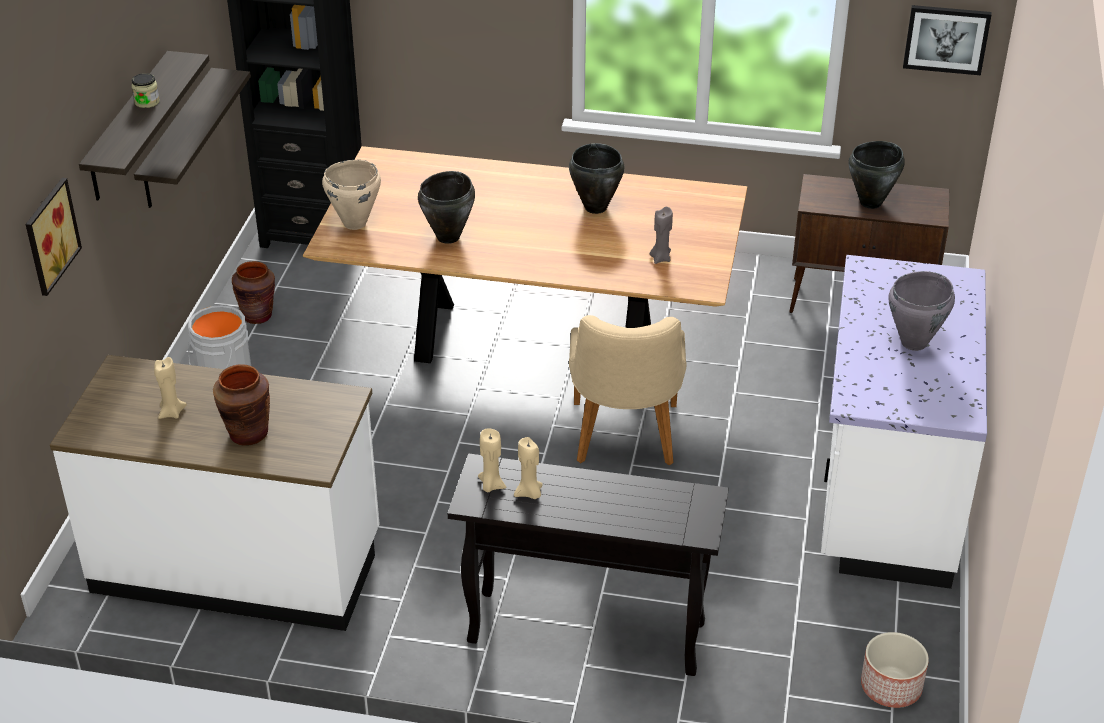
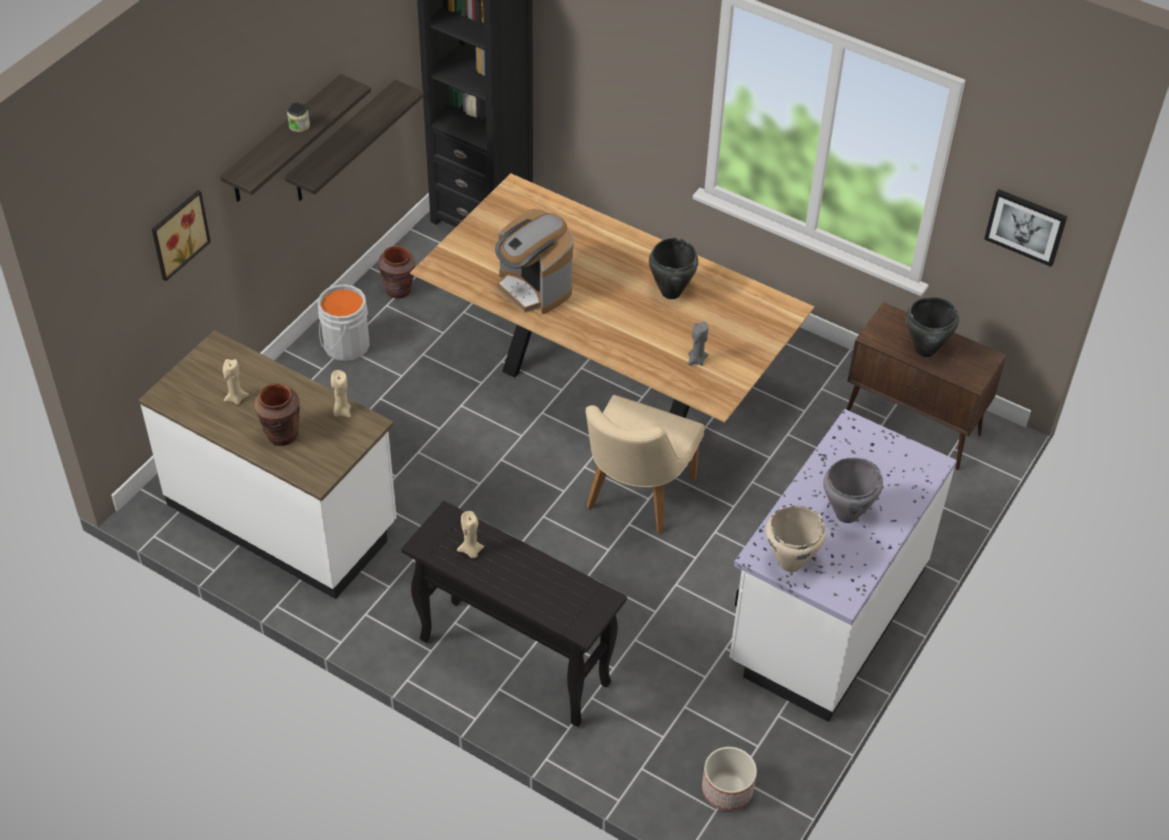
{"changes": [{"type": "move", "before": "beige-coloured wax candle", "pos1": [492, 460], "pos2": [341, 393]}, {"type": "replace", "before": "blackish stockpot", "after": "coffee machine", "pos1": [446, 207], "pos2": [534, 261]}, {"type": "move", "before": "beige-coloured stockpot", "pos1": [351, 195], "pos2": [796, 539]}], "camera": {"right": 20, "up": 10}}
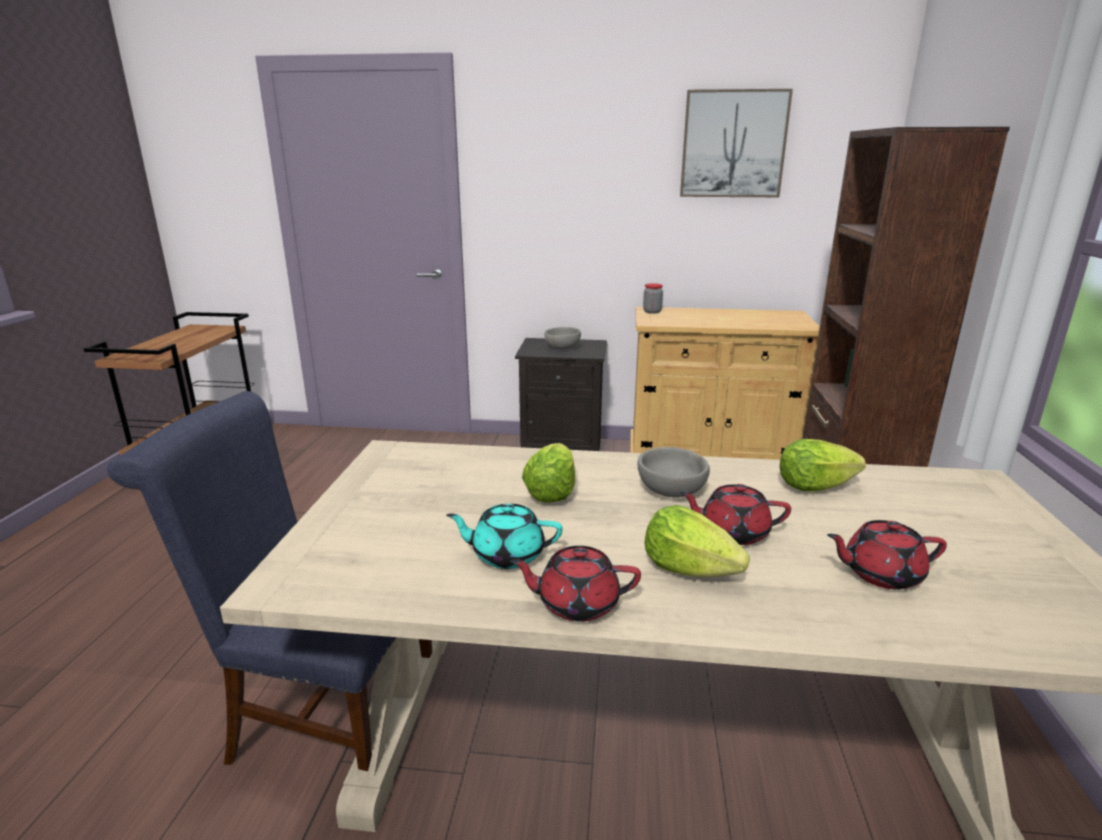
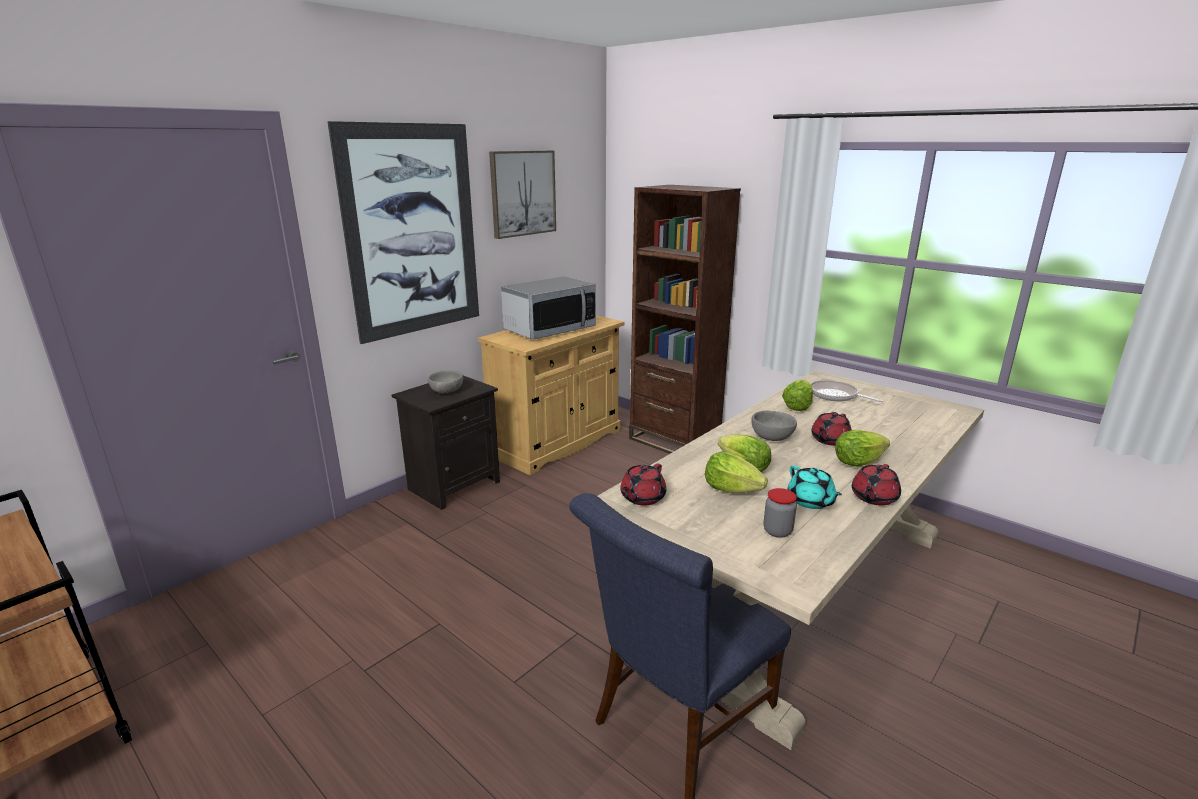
{"changes": [{"type": "insert", "after": "picture", "pos2": [403, 232]}, {"type": "insert", "after": "microwave oven", "pos2": [548, 308]}, {"type": "move", "before": "reddish tea pot", "pos1": [887, 554], "pos2": [643, 485]}, {"type": "insert", "after": "lettuce", "pos2": [736, 472]}, {"type": "move", "before": "jar", "pos1": [653, 298], "pos2": [780, 513]}, {"type": "rotate", "before": "turquoise-coloured tea pot", "pos1": [504, 536], "pos2": [815, 487], "turn": -60}, {"type": "insert", "after": "pan", "pos2": [846, 391]}], "camera": {"right": -55, "up": 0}}
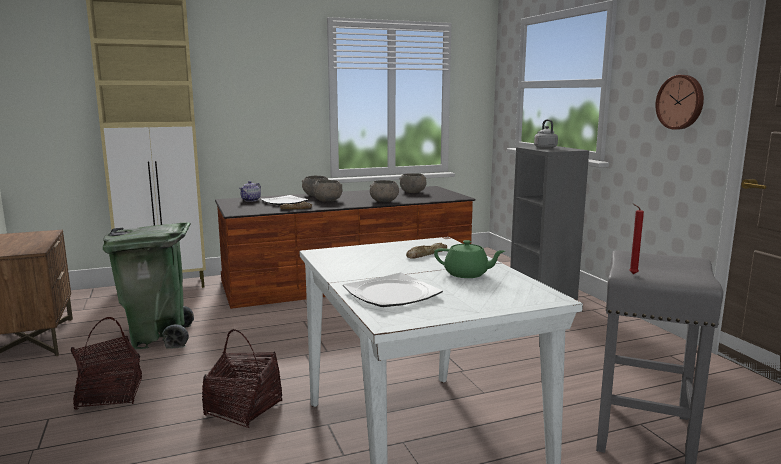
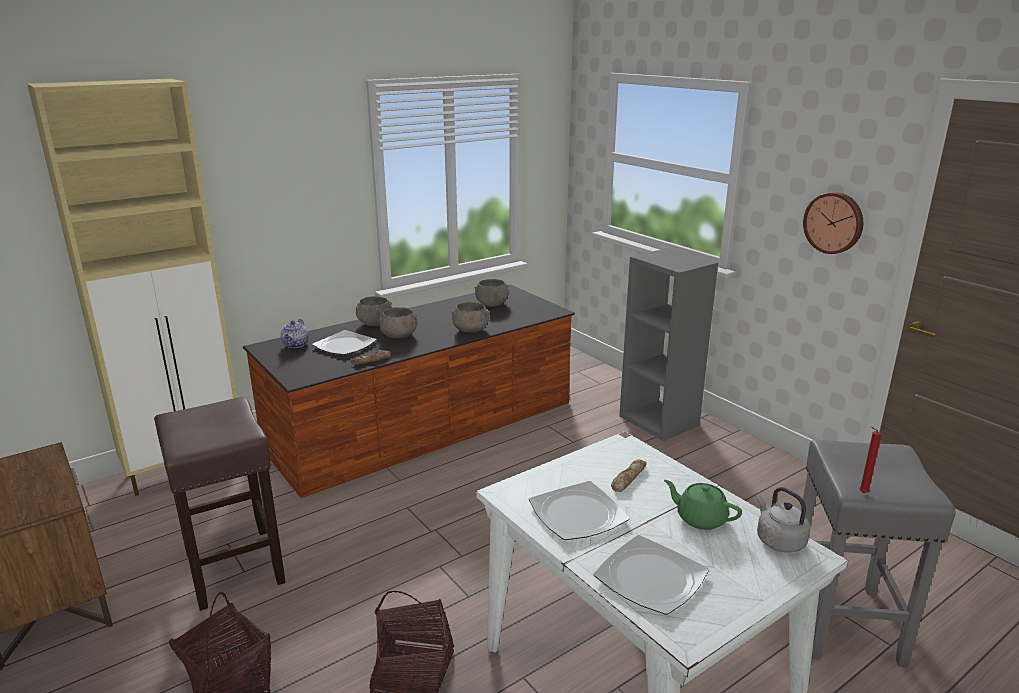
{"changes": [{"type": "replace", "before": "green rubbish bin", "after": "brown-coloured stool", "pos1": [148, 285], "pos2": [220, 504]}, {"type": "insert", "after": "dinner plate", "pos2": [579, 510]}, {"type": "rotate", "before": "green tea pot", "pos1": [469, 259], "pos2": [703, 505], "turn": -150}, {"type": "move", "before": "greyish water kettle", "pos1": [546, 134], "pos2": [783, 520]}], "camera": {"right": -15, "up": 10}}
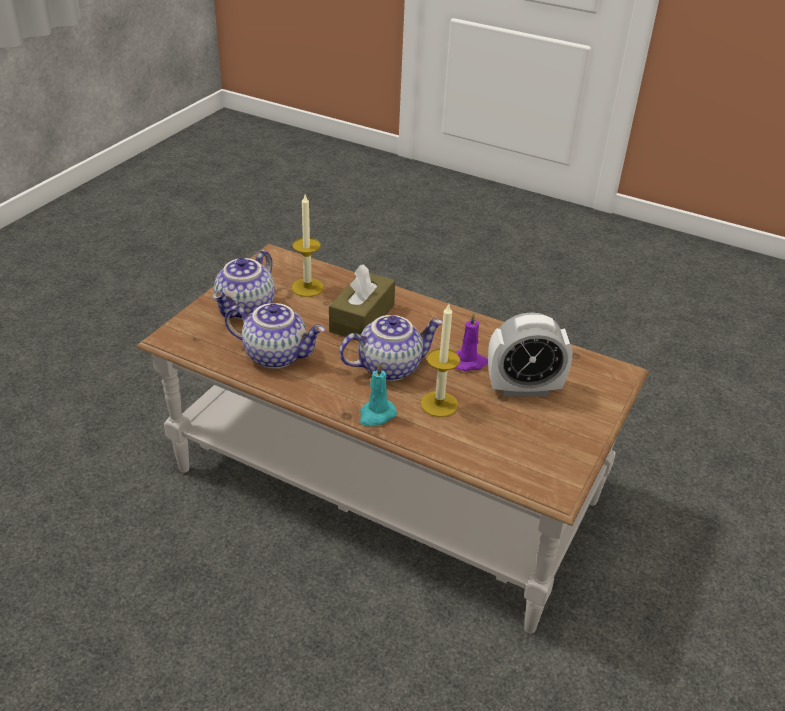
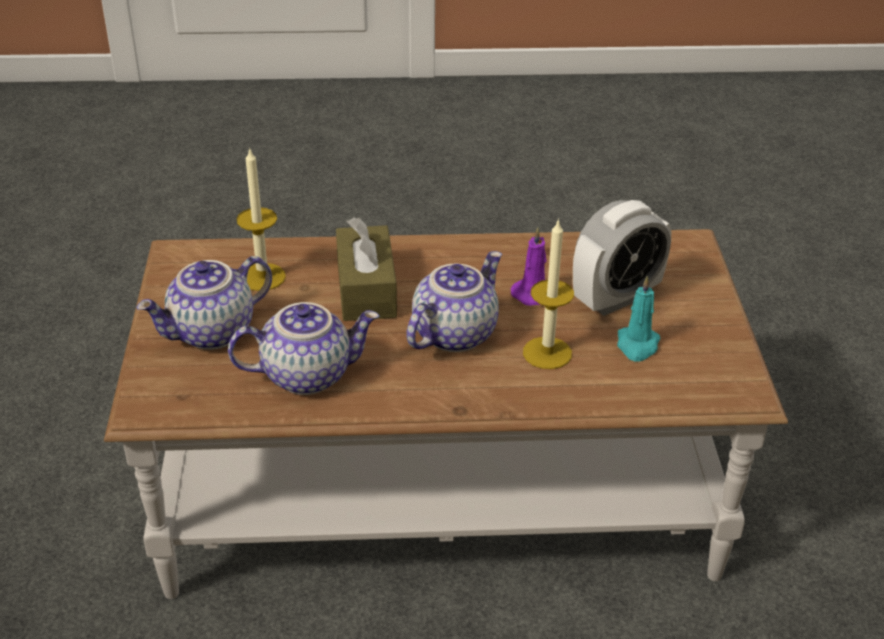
{"changes": [{"type": "rotate", "before": "tea pot", "pos1": [243, 285], "pos2": [204, 303], "turn": 60}, {"type": "move", "before": "turquoise-coloured wax candle", "pos1": [378, 394], "pos2": [639, 319]}], "camera": {"right": -30, "up": 0}}
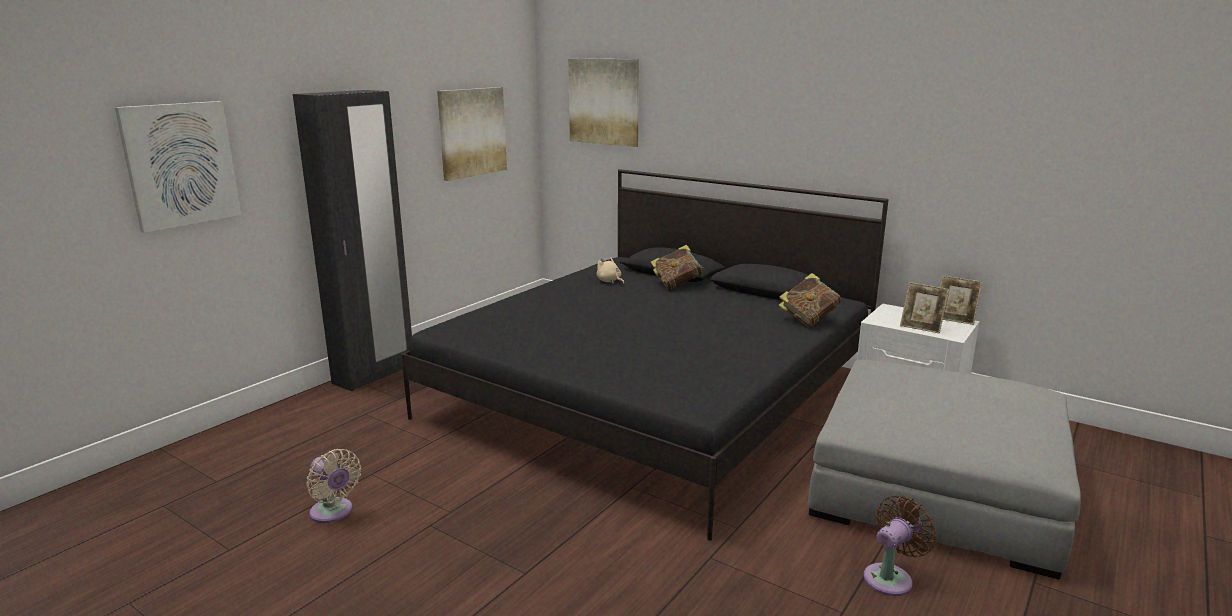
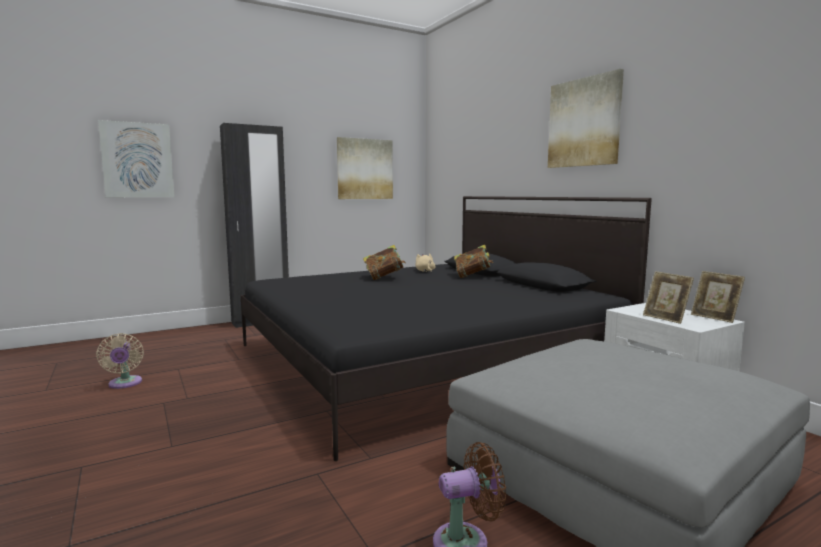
{"changes": [{"type": "move", "before": "bound book", "pos1": [809, 300], "pos2": [384, 262]}, {"type": "move", "before": "picture", "pos1": [603, 102], "pos2": [586, 118]}], "camera": {"right": 25, "up": -10}}
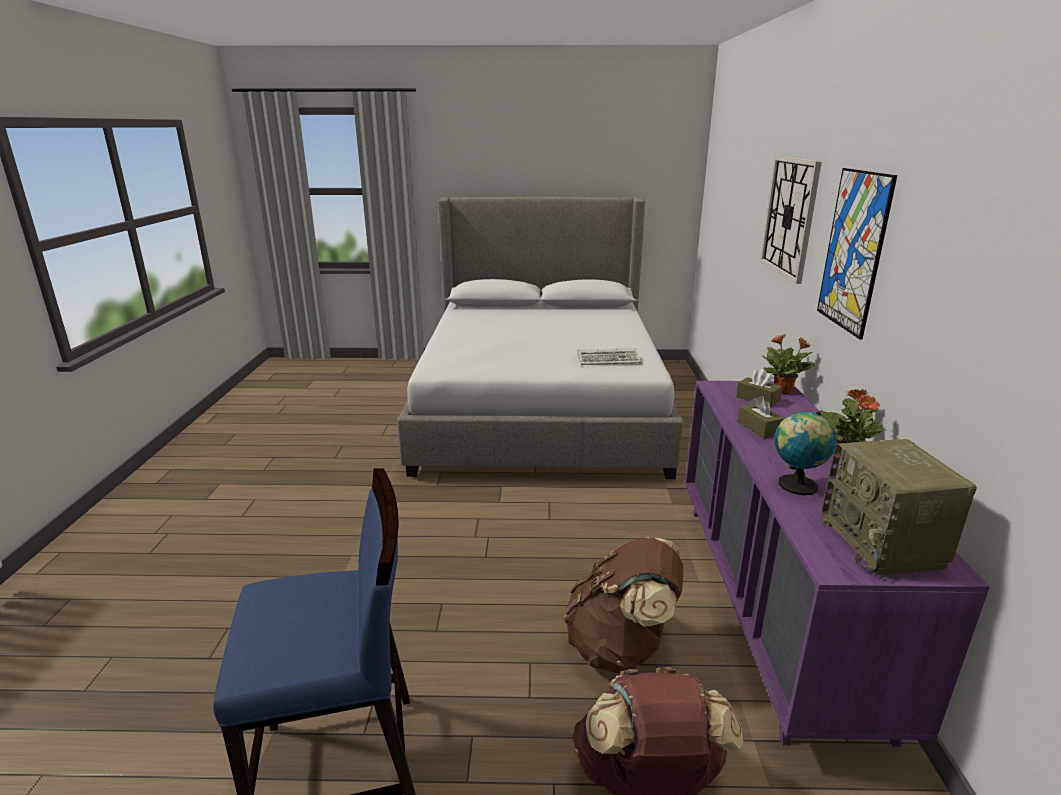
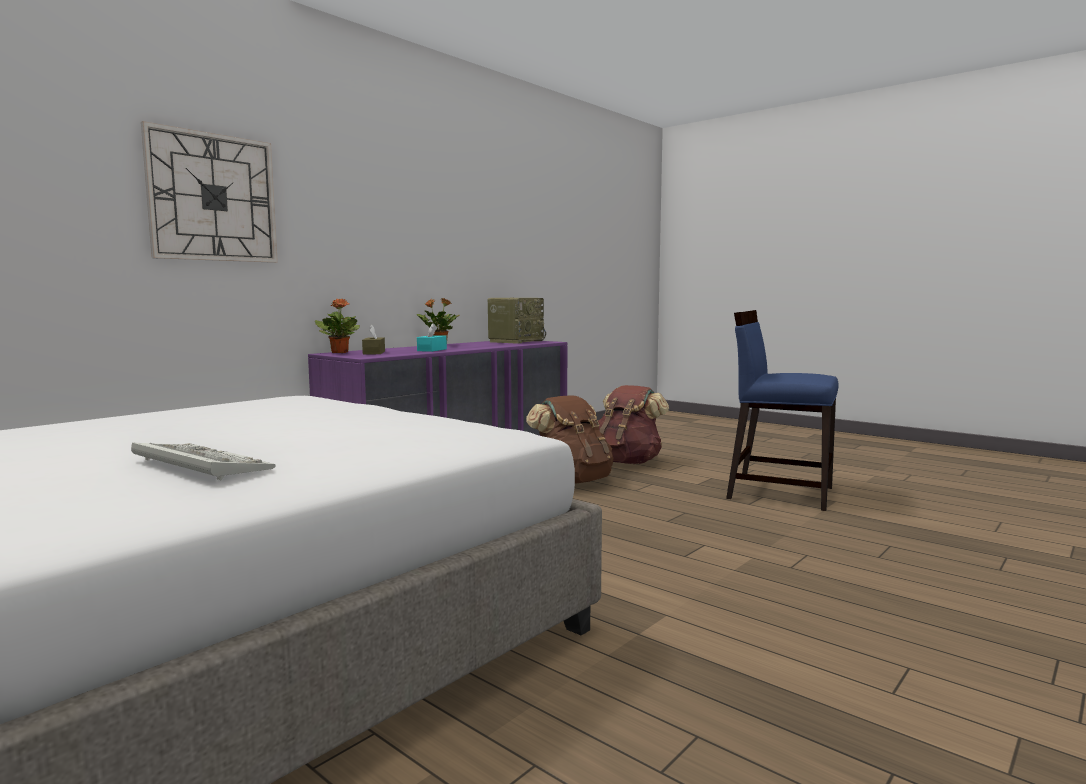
{"changes": [{"type": "move", "before": "keyboard", "pos1": [609, 356], "pos2": [203, 462]}, {"type": "recolor", "before": "brown-coloured tissue holder", "after": "turquoise-coloured tissue holder", "pos1": [761, 417], "pos2": [432, 337]}, {"type": "delete", "before": "world globe", "pos1": [805, 453]}, {"type": "delete", "before": "picture", "pos1": [857, 254]}], "camera": {"right": -140, "up": -15}}
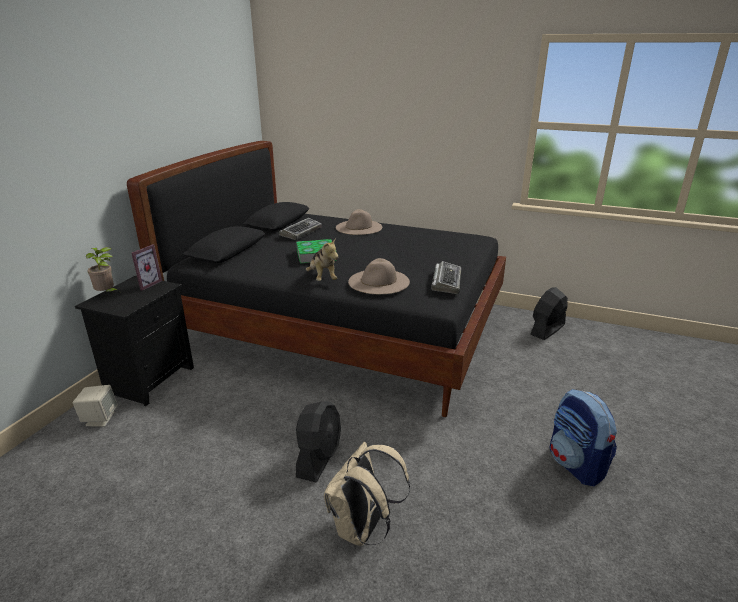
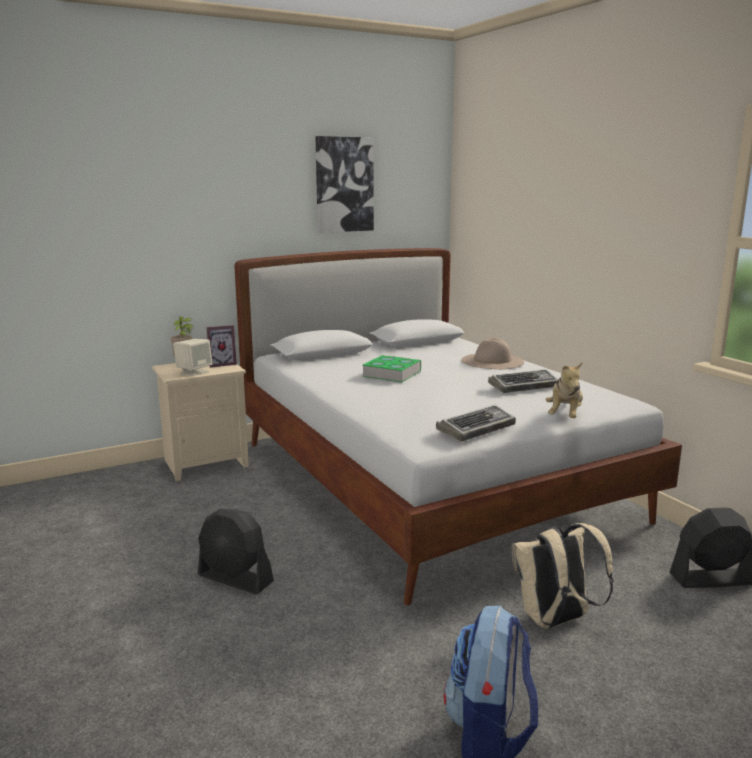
{"changes": [{"type": "recolor", "before": "blackish nightstand", "after": "beige-coloured nightstand", "pos1": [134, 341], "pos2": [200, 422]}, {"type": "move", "before": "beige-coloured loudspeaker", "pos1": [95, 406], "pos2": [192, 358]}, {"type": "rotate", "before": "blackish cooling fan", "pos1": [318, 441], "pos2": [236, 551], "turn": 60}, {"type": "recolor", "before": "blackish bed", "after": "whitish bed", "pos1": [316, 279], "pos2": [458, 426]}, {"type": "insert", "after": "picture", "pos2": [344, 184]}, {"type": "move", "before": "keyboard", "pos1": [300, 229], "pos2": [523, 381]}, {"type": "move", "before": "beige-coloured knapsack", "pos1": [367, 494], "pos2": [563, 576]}, {"type": "move", "before": "plush toy", "pos1": [322, 259], "pos2": [564, 390]}, {"type": "delete", "before": "beige-coloured hat", "pos1": [379, 276]}], "camera": {"right": 40, "up": -10}}
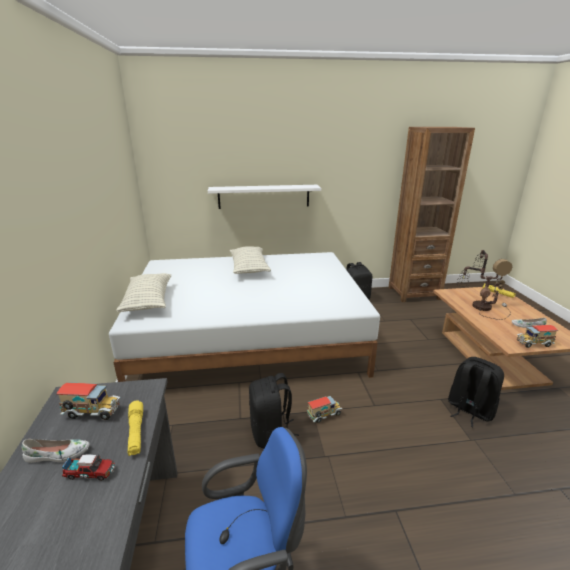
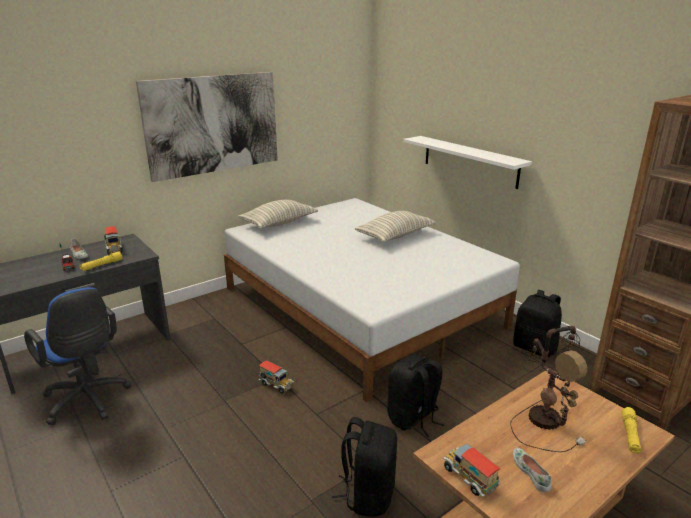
{"changes": [{"type": "insert", "after": "picture", "pos2": [207, 127]}, {"type": "move", "before": "blackish knapsack", "pos1": [274, 411], "pos2": [415, 396]}], "camera": {"right": 60, "up": 0}}
